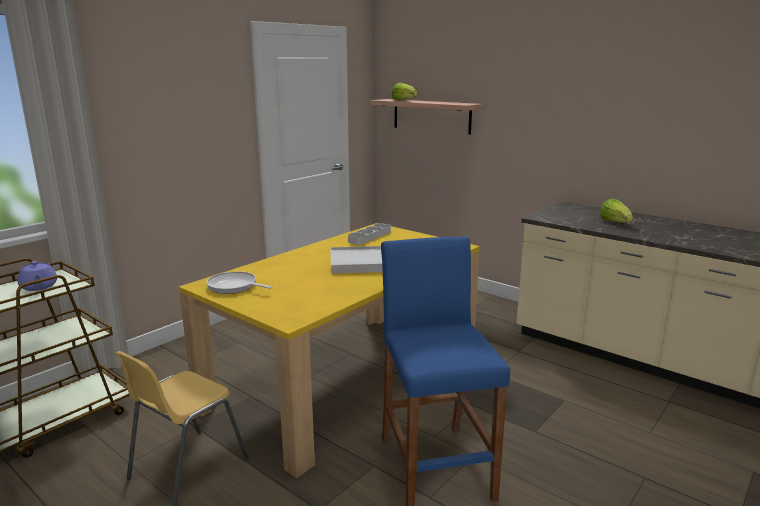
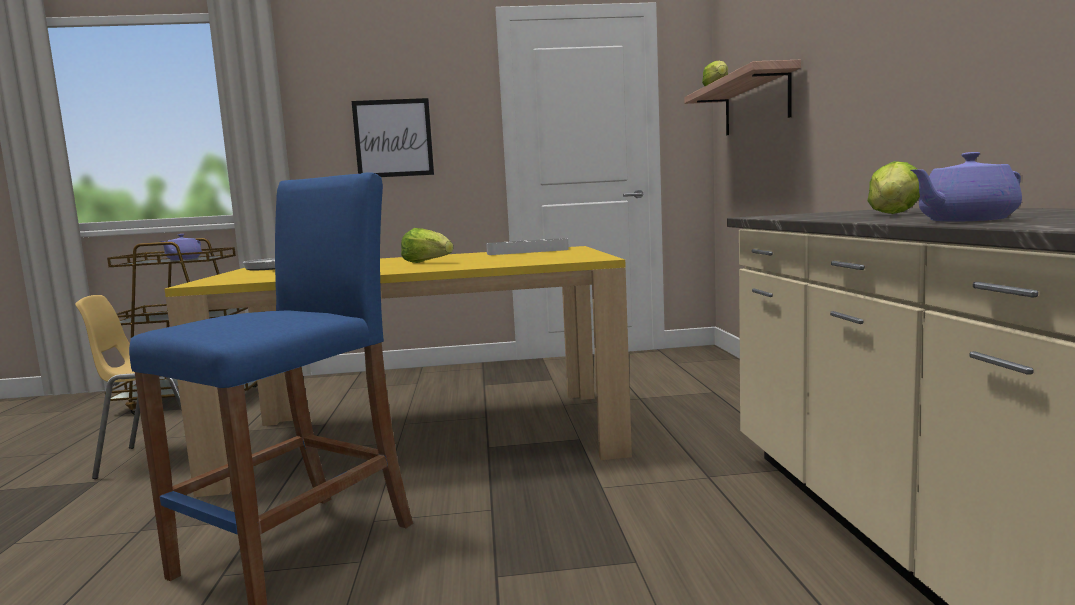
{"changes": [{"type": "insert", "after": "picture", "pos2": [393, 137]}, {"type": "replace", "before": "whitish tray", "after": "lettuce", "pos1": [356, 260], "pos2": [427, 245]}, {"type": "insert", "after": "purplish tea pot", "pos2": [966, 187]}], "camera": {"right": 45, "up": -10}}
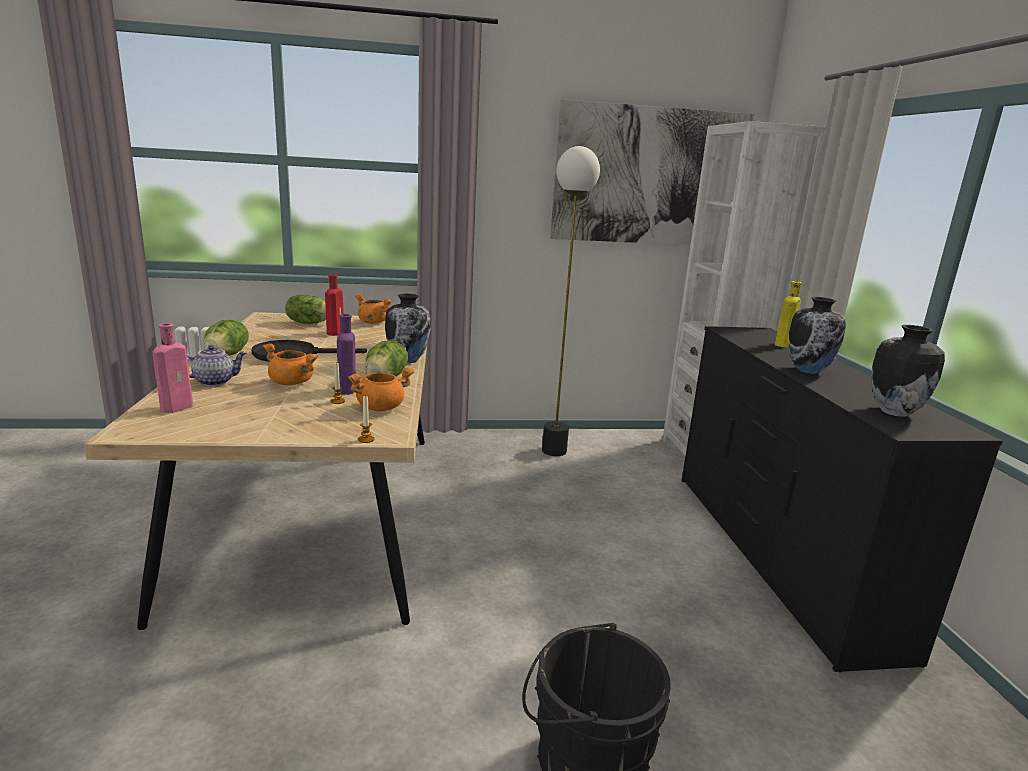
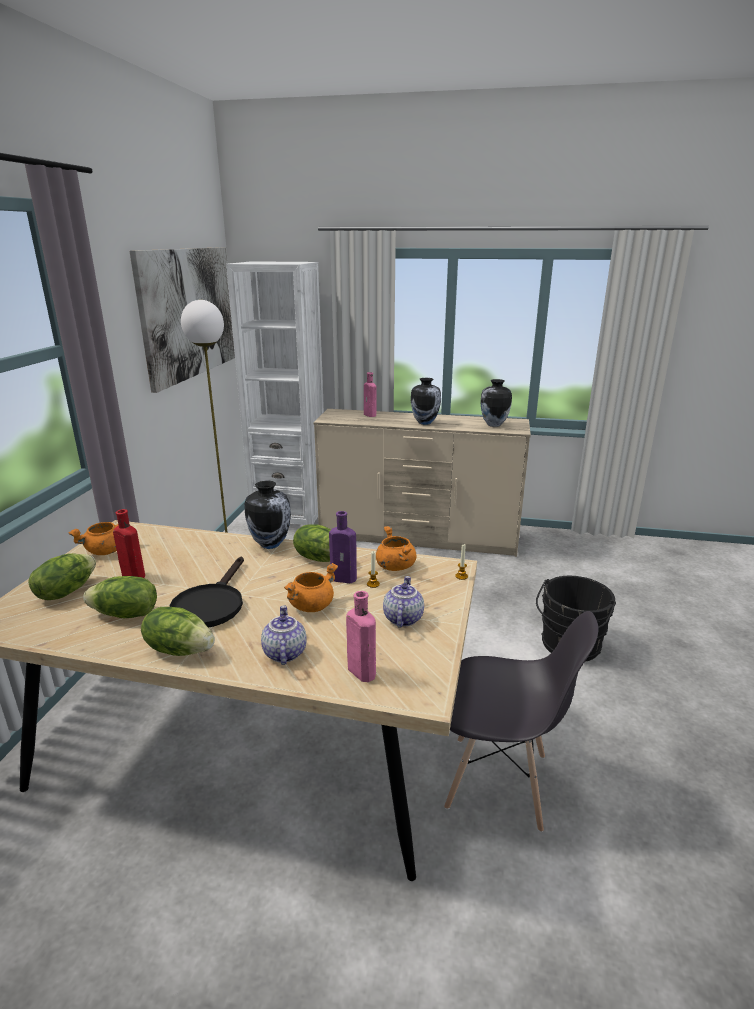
{"changes": [{"type": "insert", "after": "lettuce", "pos2": [120, 597]}, {"type": "recolor", "before": "blackish chest of drawers", "after": "beige-coloured chest of drawers", "pos1": [842, 499], "pos2": [422, 483]}, {"type": "recolor", "before": "yellowish bottle", "after": "pink-coloured bottle", "pos1": [788, 314], "pos2": [370, 394]}, {"type": "insert", "after": "tea pot", "pos2": [403, 602]}, {"type": "insert", "after": "greyish chair", "pos2": [521, 721]}], "camera": {"right": -70, "up": 5}}
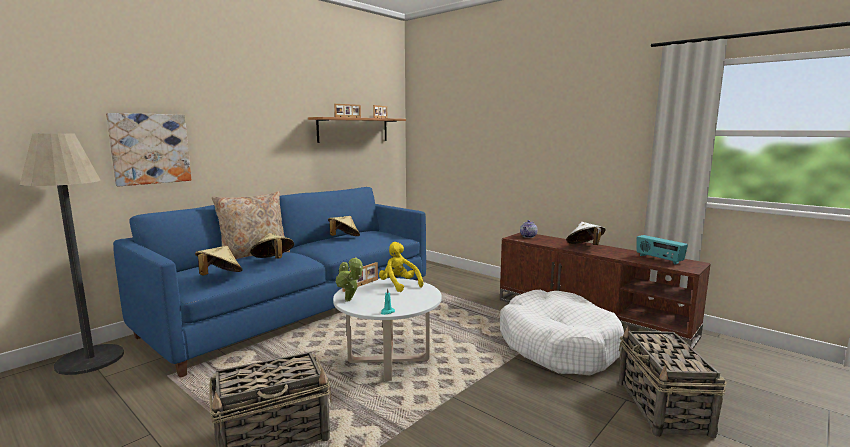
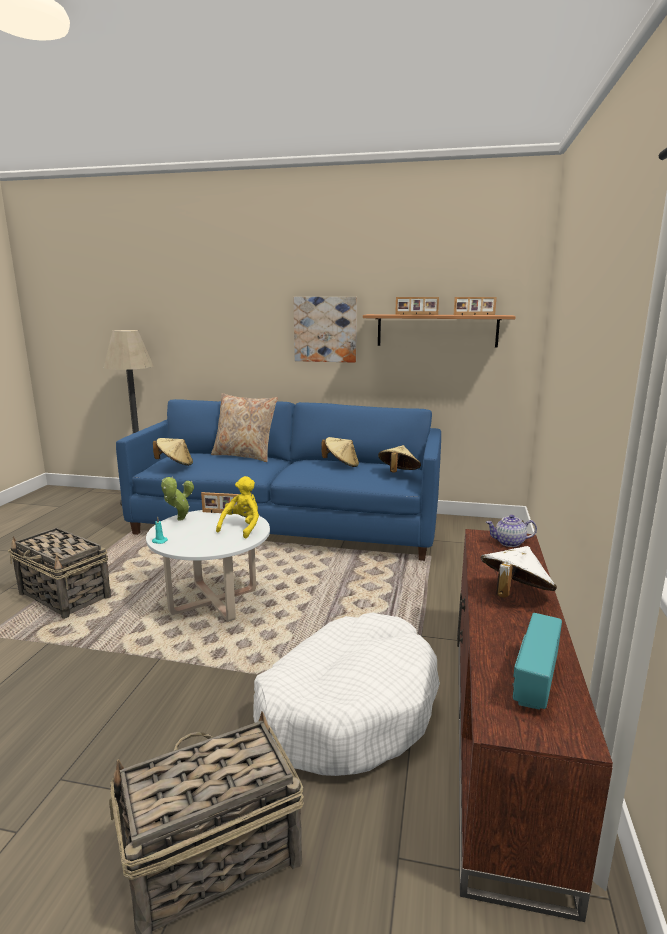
{"changes": [{"type": "move", "before": "picture", "pos1": [148, 149], "pos2": [325, 330]}, {"type": "move", "before": "beige-coloured hat", "pos1": [272, 246], "pos2": [399, 459]}], "camera": {"right": 60, "up": 5}}
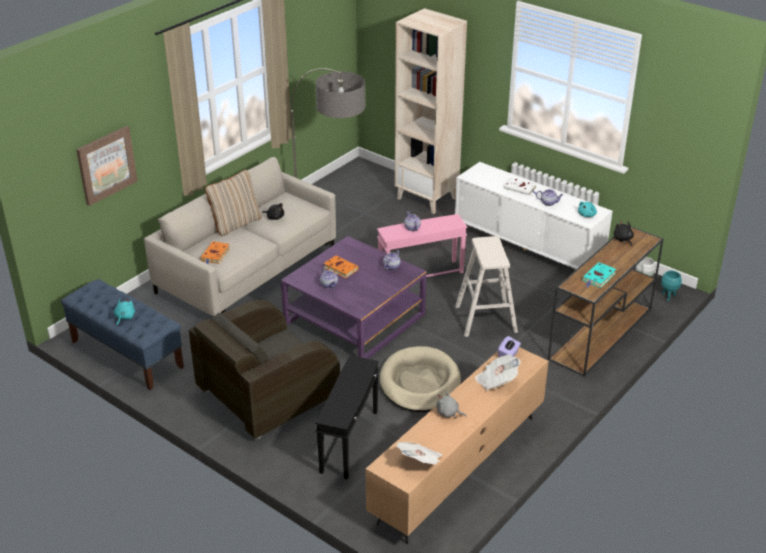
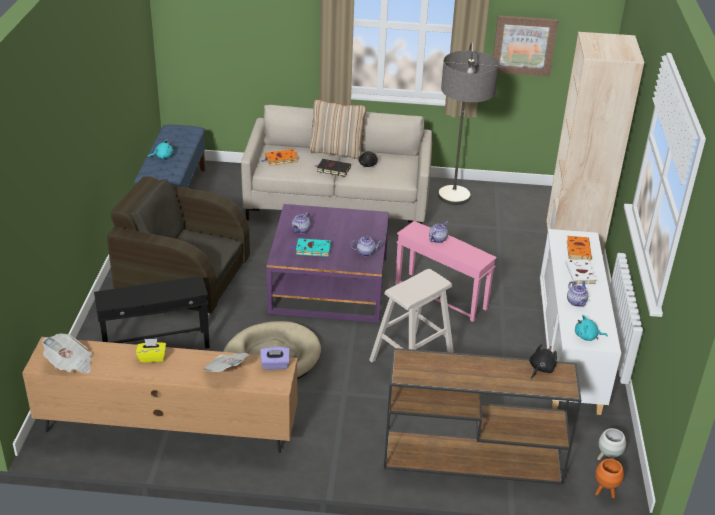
{"changes": [{"type": "replace", "before": "greyish plush toy", "after": "yellowish tissue holder", "pos1": [451, 404], "pos2": [151, 351]}, {"type": "move", "before": "turquoise-coloured bound book", "pos1": [599, 275], "pos2": [311, 247]}, {"type": "insert", "after": "blackish bound book", "pos2": [333, 168]}, {"type": "move", "before": "picture", "pos1": [106, 166], "pos2": [525, 45]}, {"type": "move", "before": "orange bound book", "pos1": [341, 267], "pos2": [579, 248]}, {"type": "recolor", "before": "turquoise-coloured flower pot", "after": "orange flower pot", "pos1": [671, 286], "pos2": [609, 478]}], "camera": {"right": 55, "up": 0}}
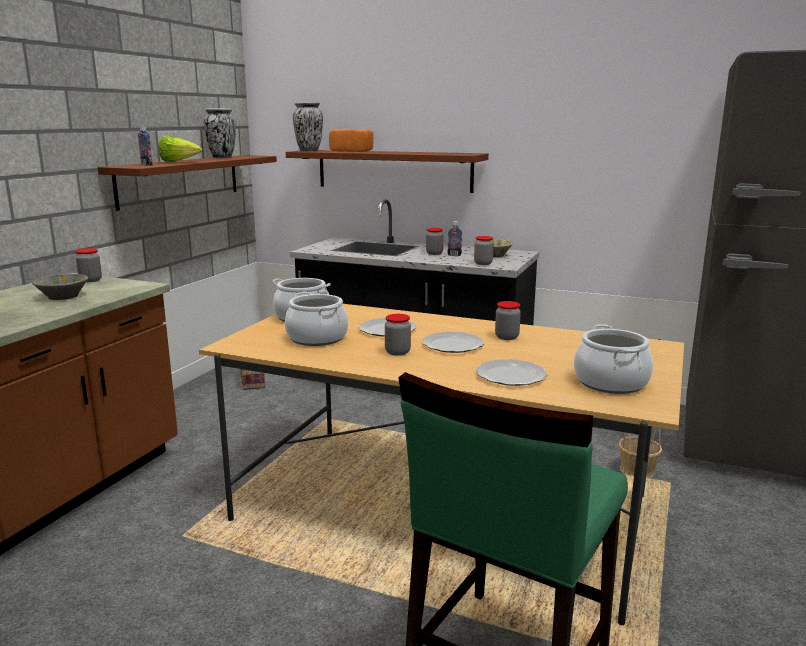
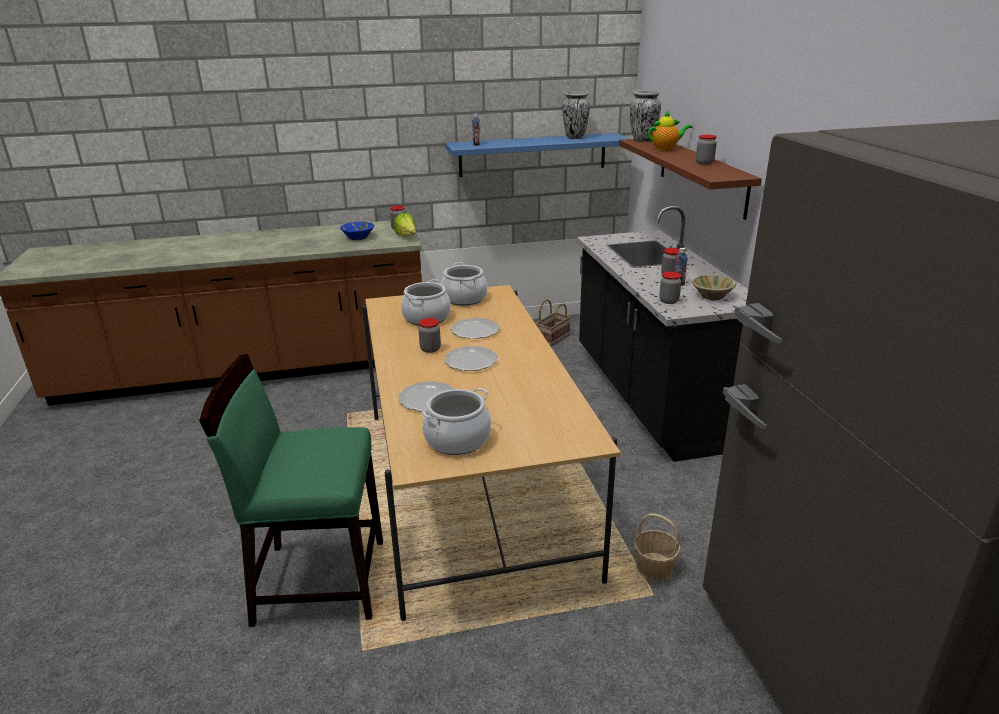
{"changes": [{"type": "recolor", "before": "greyish serving bowl", "after": "blue serving bowl", "pos1": [60, 287], "pos2": [357, 231]}, {"type": "move", "before": "lettuce", "pos1": [180, 148], "pos2": [405, 225]}, {"type": "recolor", "before": "brown-coloured wall shelf", "after": "blue wall shelf", "pos1": [187, 183], "pos2": [537, 155]}, {"type": "replace", "before": "baked bread", "after": "tea pot", "pos1": [351, 140], "pos2": [670, 130]}, {"type": "move", "before": "jar", "pos1": [508, 320], "pos2": [706, 150]}], "camera": {"right": 55, "up": 10}}
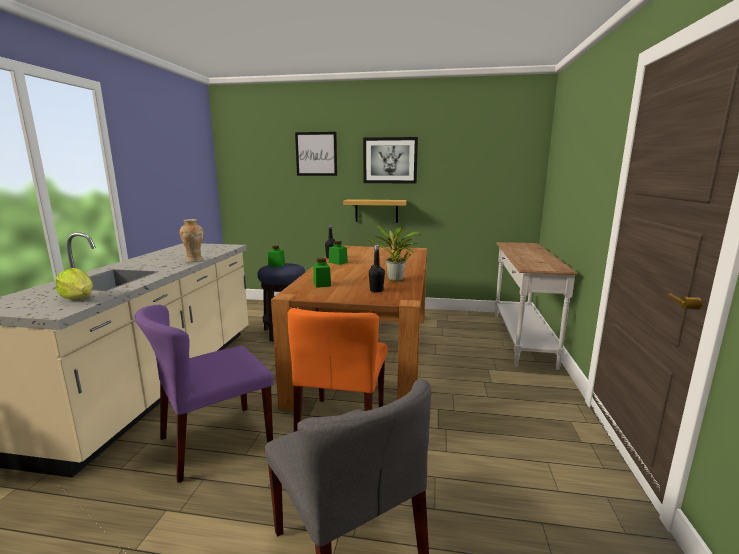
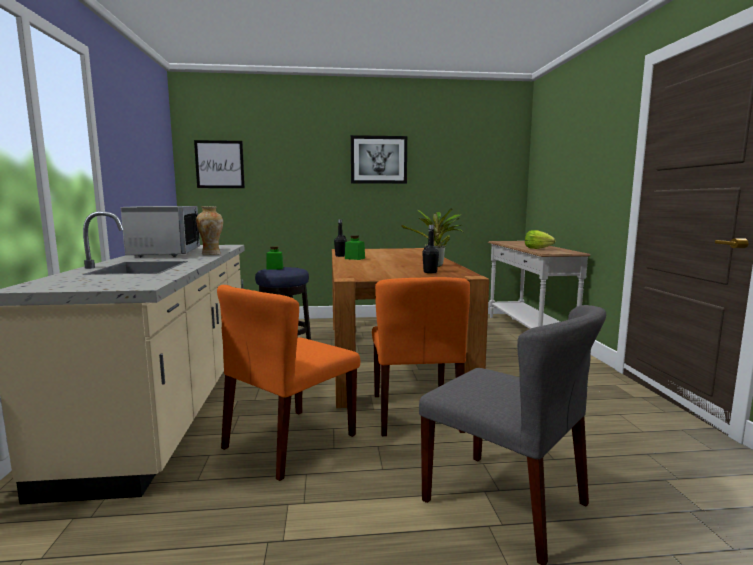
{"changes": [{"type": "insert", "after": "microwave oven", "pos2": [160, 231]}, {"type": "move", "before": "picture", "pos1": [316, 154], "pos2": [219, 164]}, {"type": "recolor", "before": "purplish chair", "after": "orange chair", "pos1": [204, 393], "pos2": [288, 383]}, {"type": "move", "before": "lettuce", "pos1": [74, 284], "pos2": [540, 239]}, {"type": "delete", "before": "green jar", "pos1": [322, 273]}, {"type": "delete", "before": "wall shelf", "pos1": [375, 211]}], "camera": {"right": -15, "up": -5}}
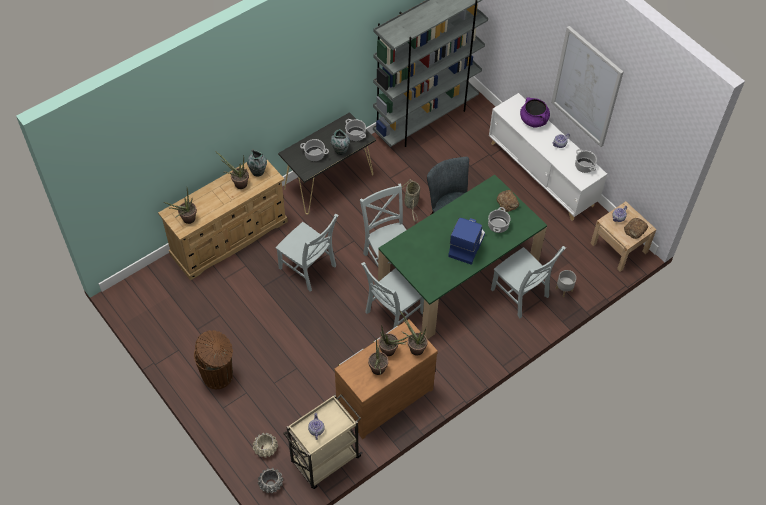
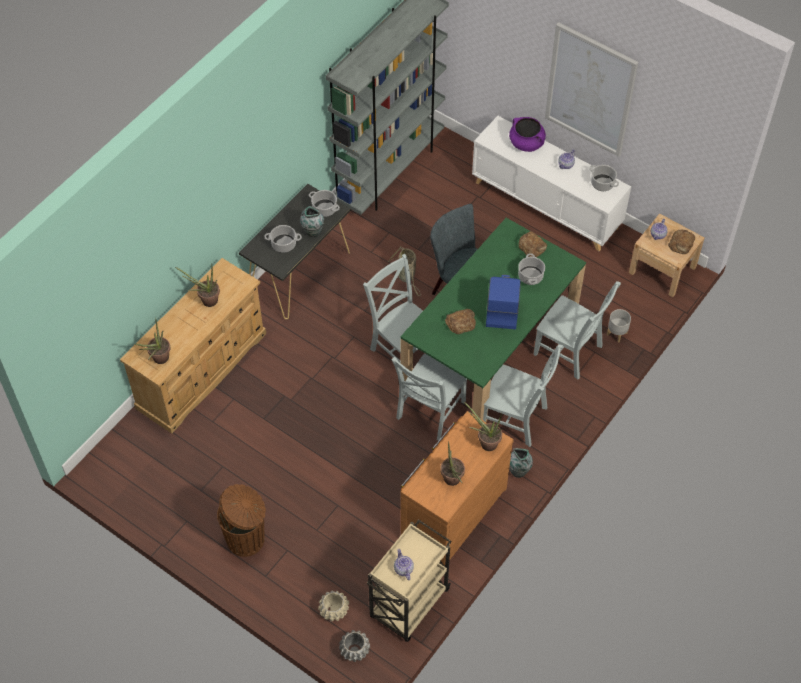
{"changes": [{"type": "insert", "after": "baked bread", "pos2": [460, 321]}, {"type": "move", "before": "greyish chair", "pos1": [306, 253], "pos2": [523, 396]}, {"type": "move", "before": "vase", "pos1": [257, 163], "pos2": [521, 463]}, {"type": "delete", "before": "houseplant", "pos1": [395, 340]}], "camera": {"right": -15, "up": 0}}
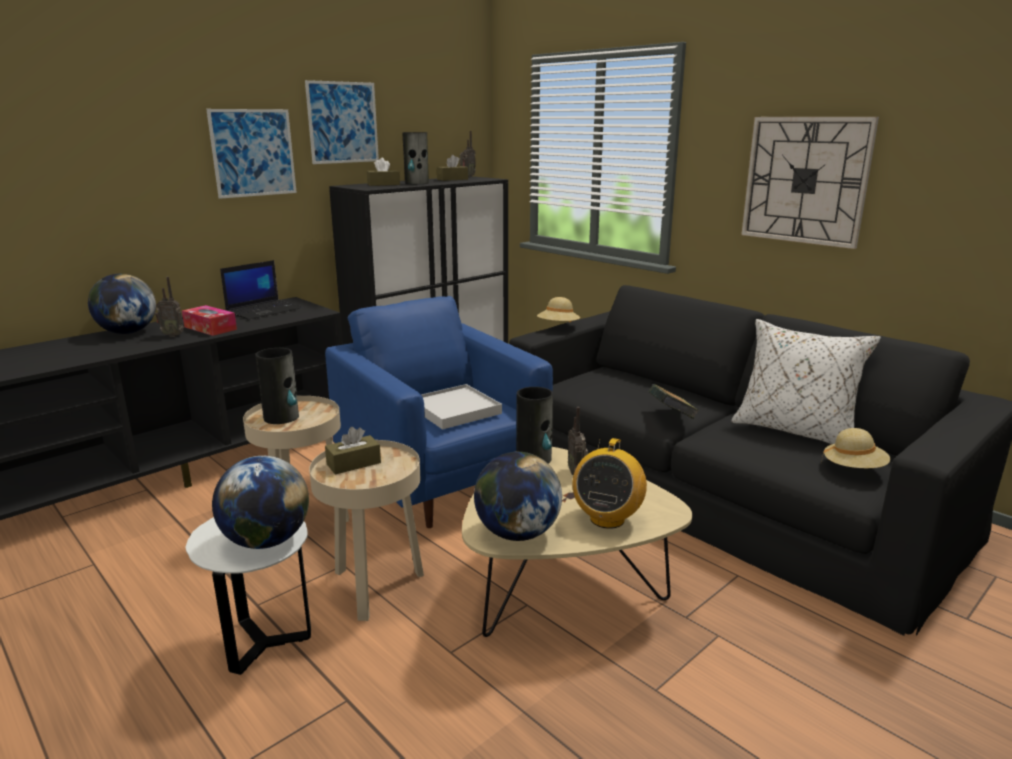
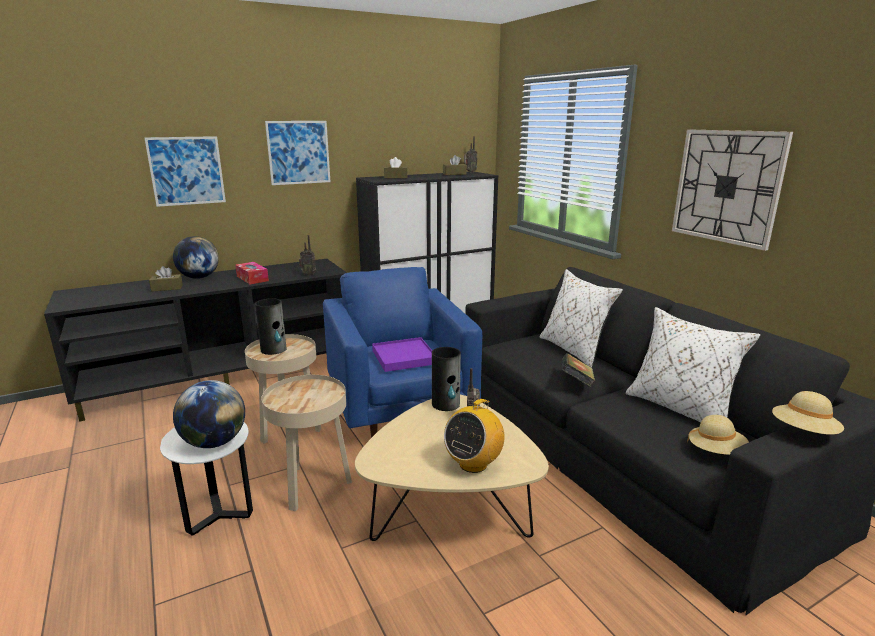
{"changes": [{"type": "move", "before": "picture", "pos1": [342, 122], "pos2": [185, 171]}, {"type": "move", "before": "brown-coloured tissue holder", "pos1": [353, 450], "pos2": [166, 279]}, {"type": "move", "before": "radio set", "pos1": [169, 307], "pos2": [307, 255]}, {"type": "recolor", "before": "whitish tray", "after": "purplish tray", "pos1": [461, 407], "pos2": [402, 354]}, {"type": "insert", "after": "whitish cushion", "pos2": [581, 318]}, {"type": "move", "before": "beige-coloured hat", "pos1": [558, 309], "pos2": [808, 413]}, {"type": "delete", "before": "notebook computer", "pos1": [260, 290]}, {"type": "delete", "before": "vase", "pos1": [416, 158]}, {"type": "delete", "before": "world globe", "pos1": [518, 496]}], "camera": {"right": 15, "up": 0}}
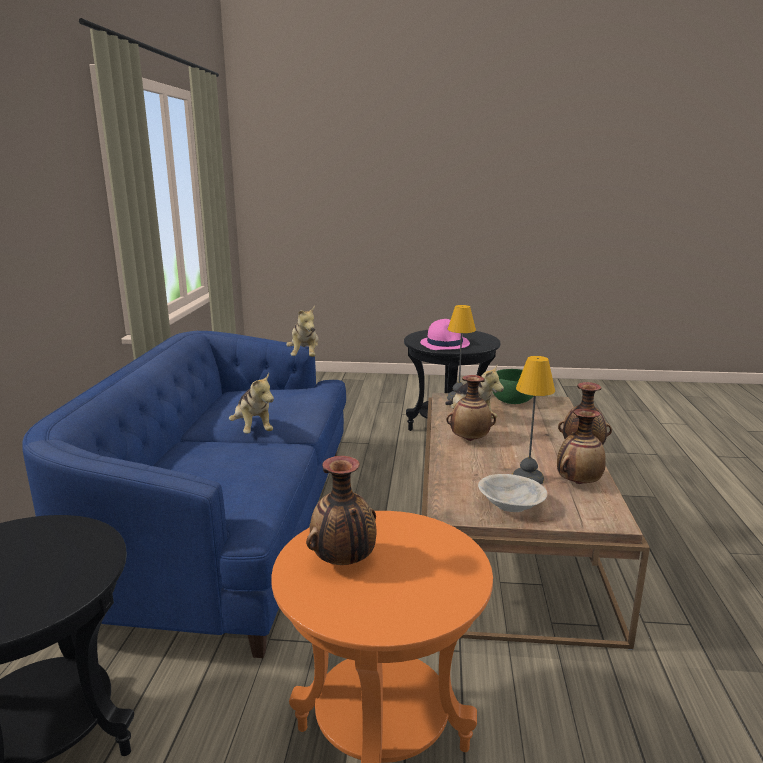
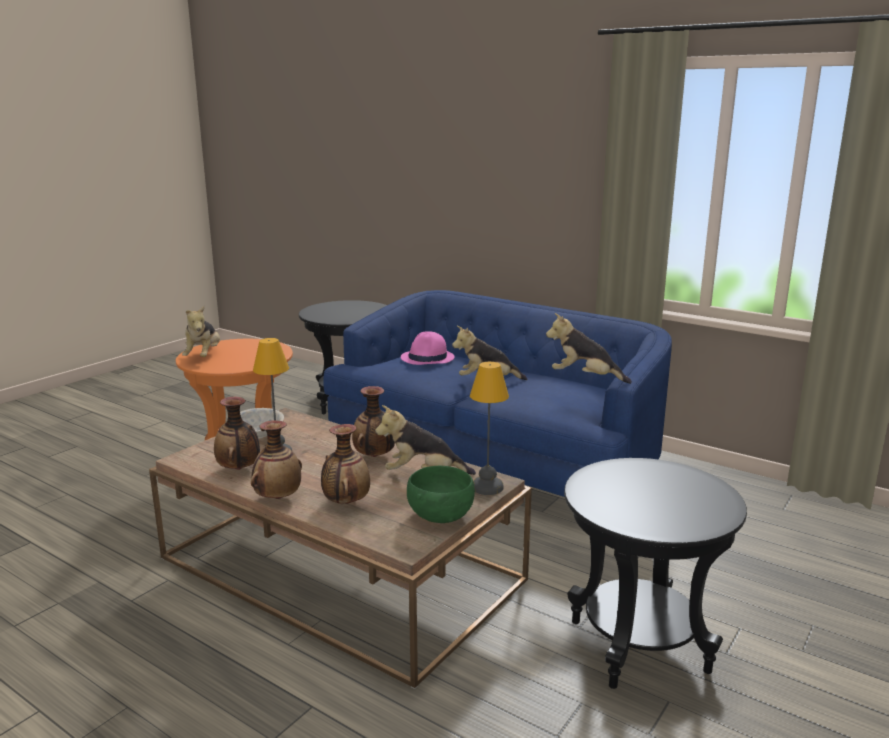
{"changes": [{"type": "insert", "after": "plush toy", "pos2": [201, 331]}, {"type": "move", "before": "vase", "pos1": [341, 510], "pos2": [345, 464]}, {"type": "move", "before": "pink-coloured hat", "pos1": [445, 334], "pos2": [427, 348]}], "camera": {"right": 120, "up": 0}}
